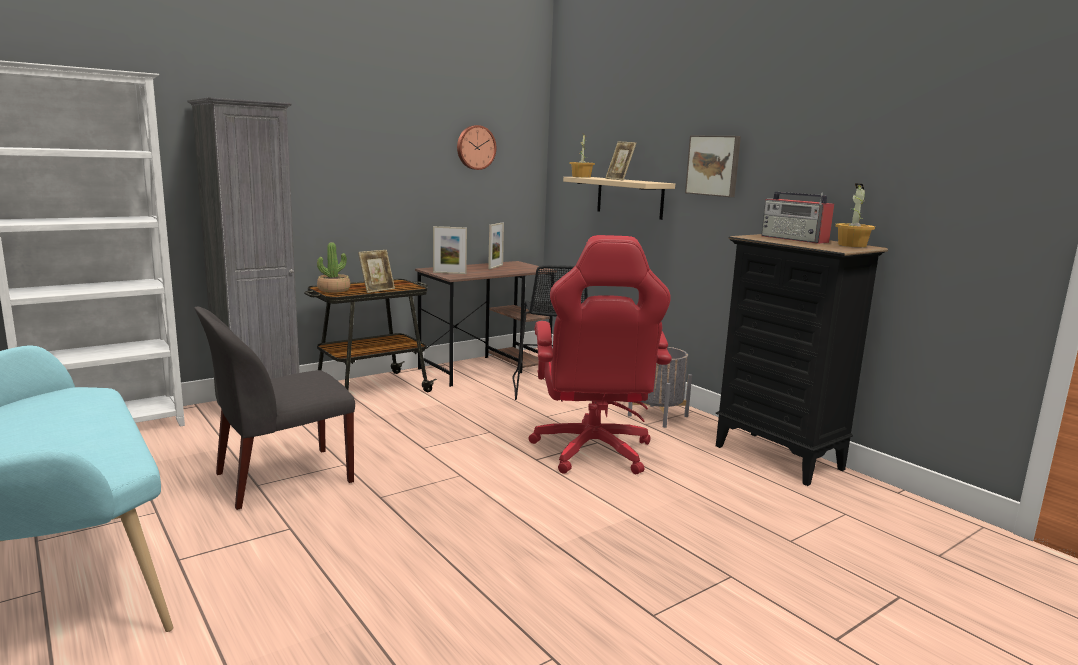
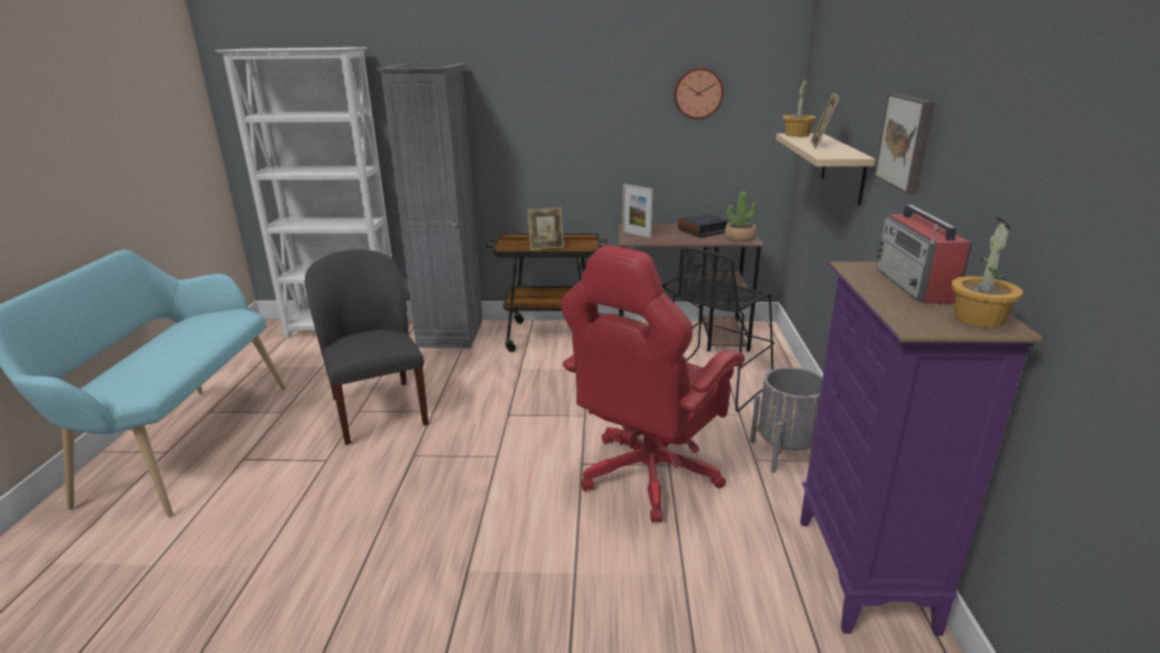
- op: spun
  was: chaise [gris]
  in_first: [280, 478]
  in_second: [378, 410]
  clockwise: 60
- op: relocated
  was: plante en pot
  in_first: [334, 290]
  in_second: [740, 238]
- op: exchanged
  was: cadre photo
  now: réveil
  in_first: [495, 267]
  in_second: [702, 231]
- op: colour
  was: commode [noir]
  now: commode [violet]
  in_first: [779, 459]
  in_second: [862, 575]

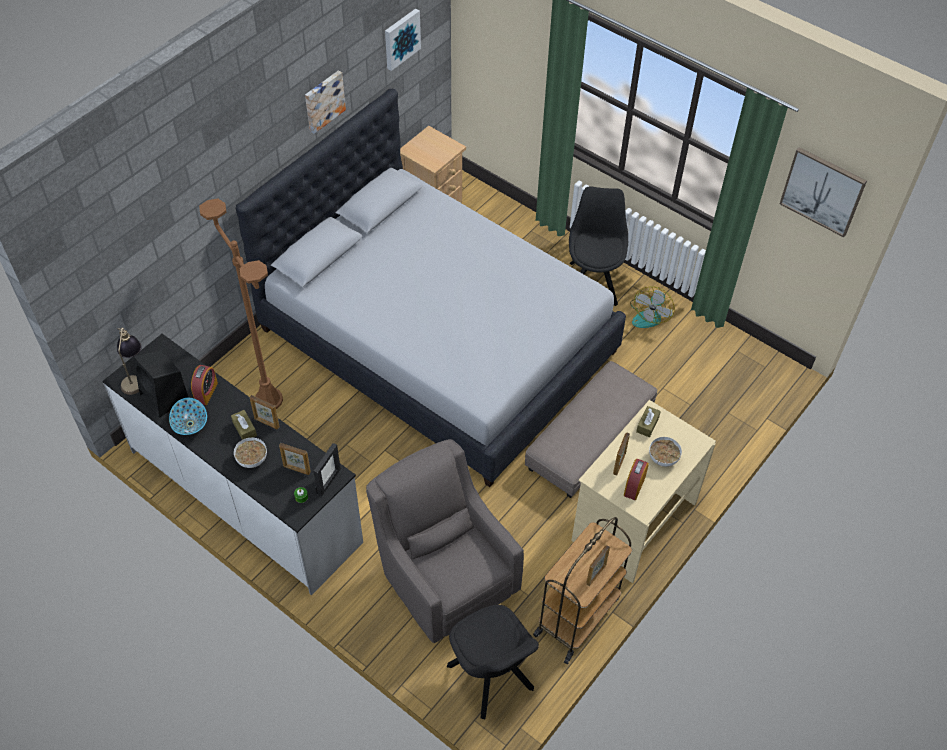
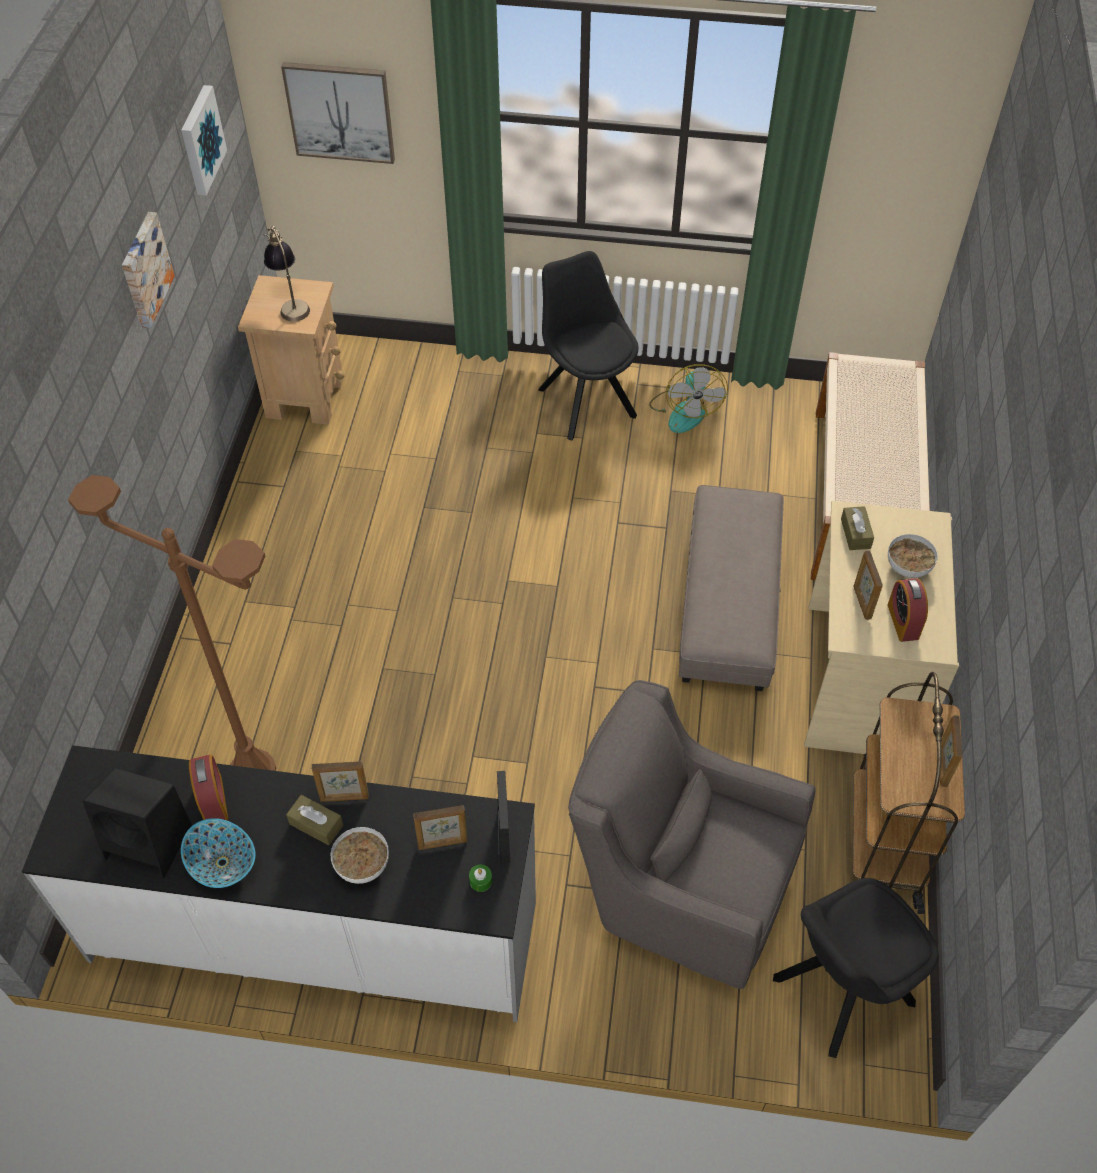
- op: relocated
  was: lampe de table
  in_first: [134, 377]
  in_second: [290, 303]
- op: missing
  was: lit [gris]
  in_first: [438, 340]
- op: spun
  was: chaise [noir]
  in_first: [491, 677]
  in_second: [841, 990]
  clockwise: 120
- op: relocated
  was: tableau
  in_first: [822, 191]
  in_second: [340, 112]
- op: appeared
  now: banc [beige]
  in_second: [862, 496]

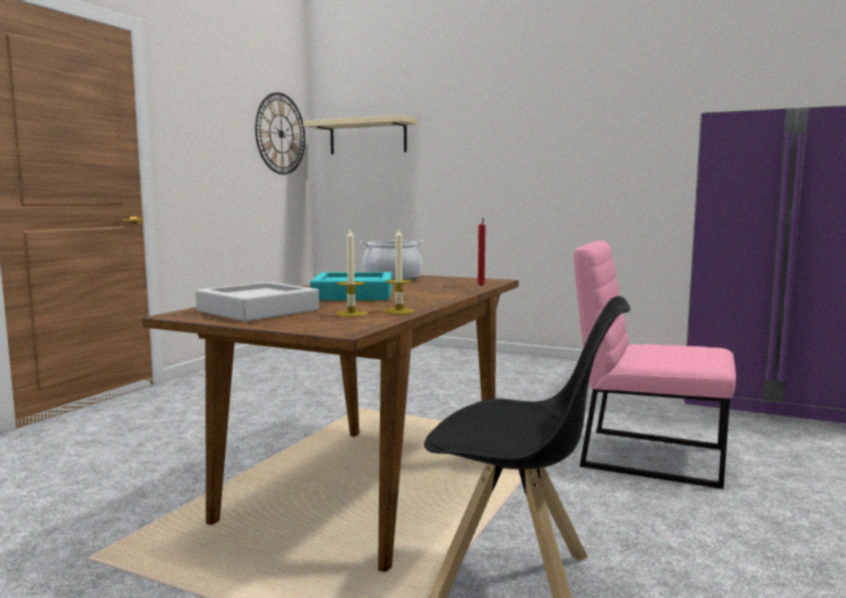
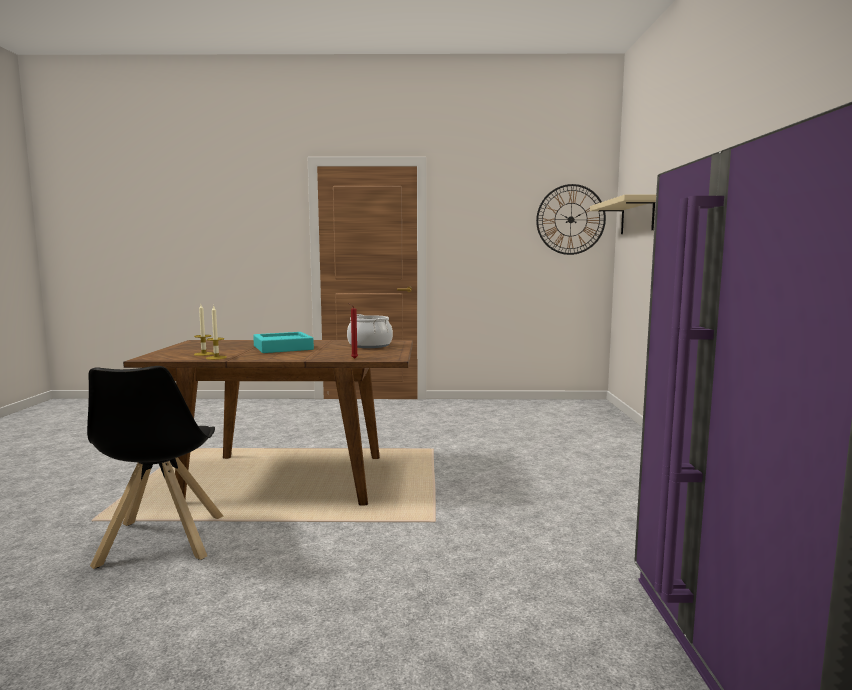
- op: missing
  was: plateau [gris]
  in_first: [258, 310]
- op: missing
  was: chaise [rose]
  in_first: [647, 456]

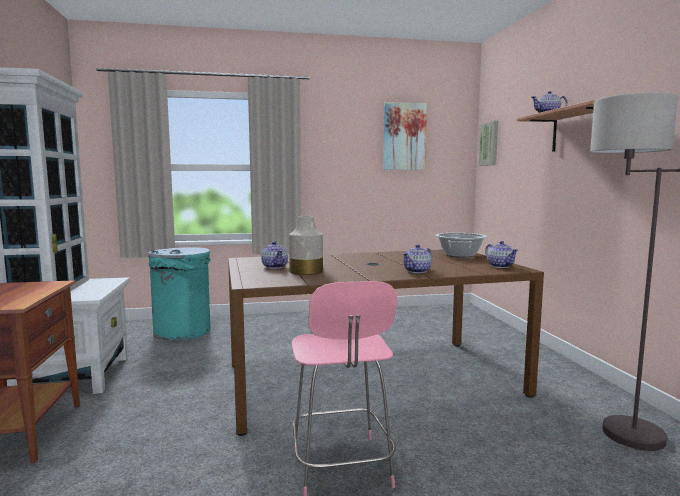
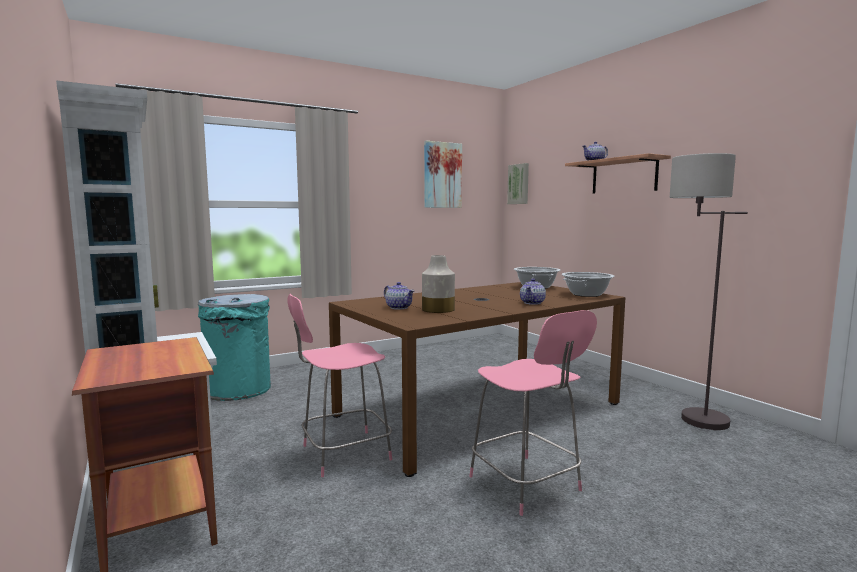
- op: exchanged
  was: théière
  now: marmite
  in_first: [500, 266]
  in_second: [586, 294]
- op: appeared
  now: chaise [rose]
  in_second: [342, 453]

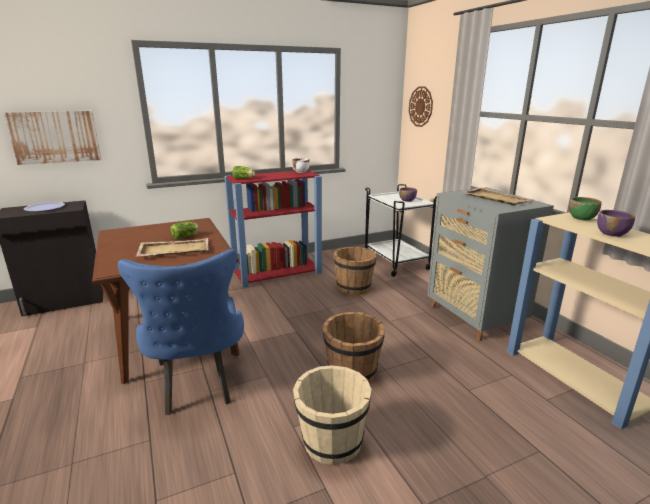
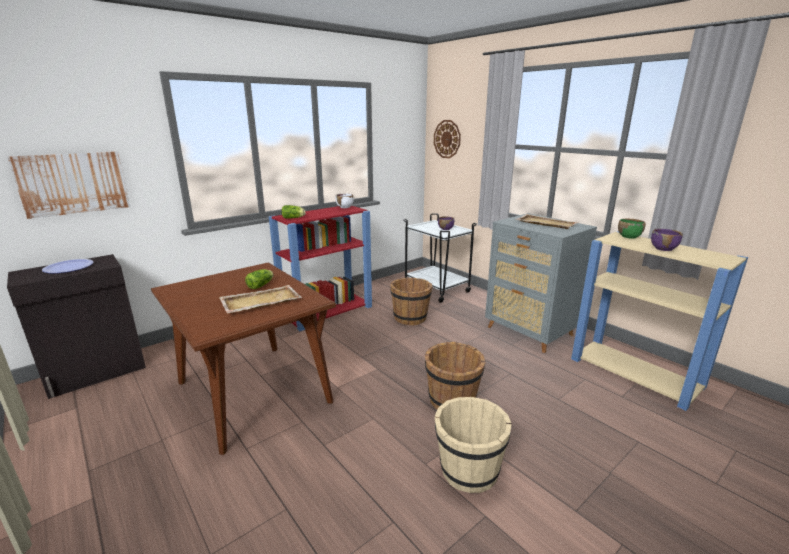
- op: missing
  was: chaise [bleu]
  in_first: [198, 383]

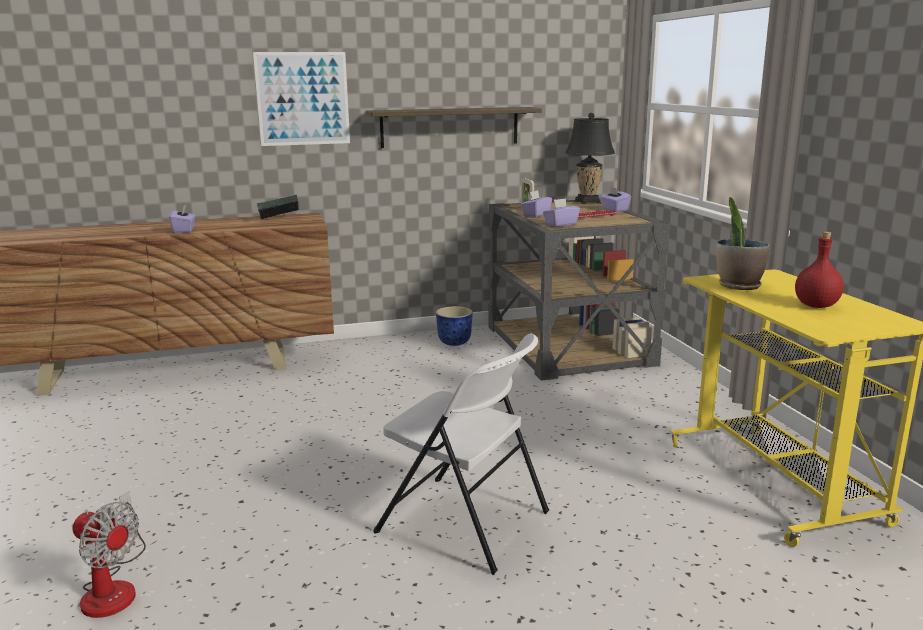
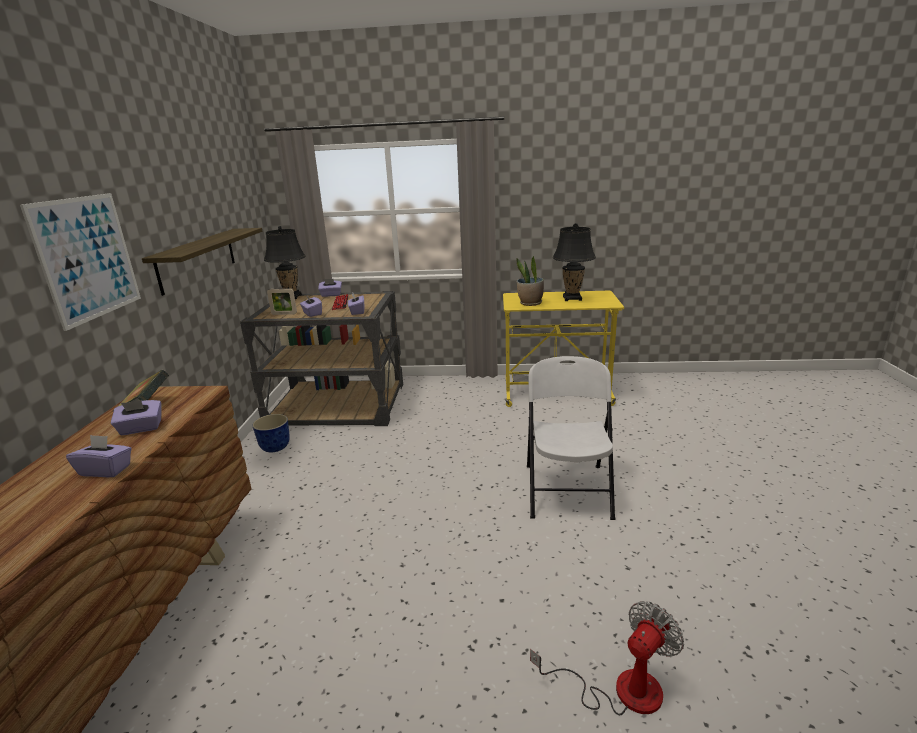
- op: spun
  was: chaise [blanc]
  in_first: [463, 522]
  in_second: [567, 491]
  clockwise: -45
- op: exchanged
  was: bouteille [rouge]
  now: lampe de table [noir]
  in_first: [817, 306]
  in_second: [572, 298]
- op: appeared
  now: boîte à mouchoirs [violet]
  in_second: [141, 428]

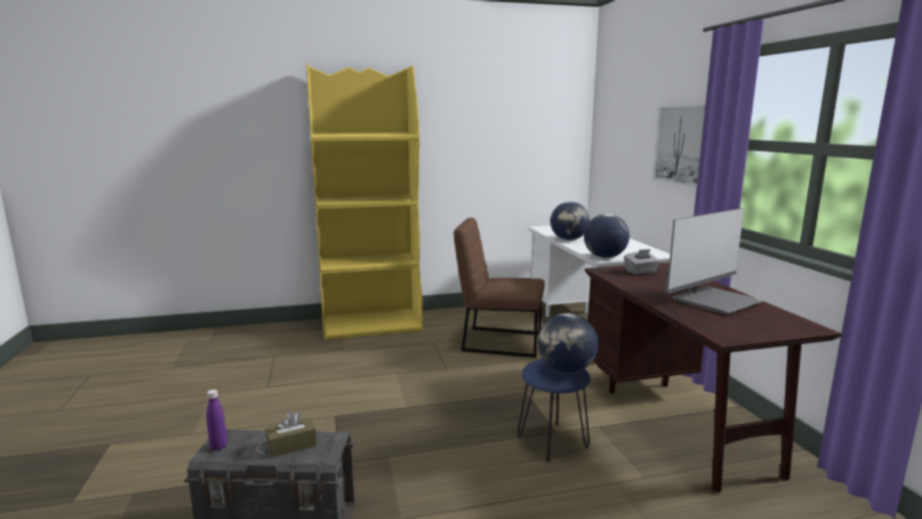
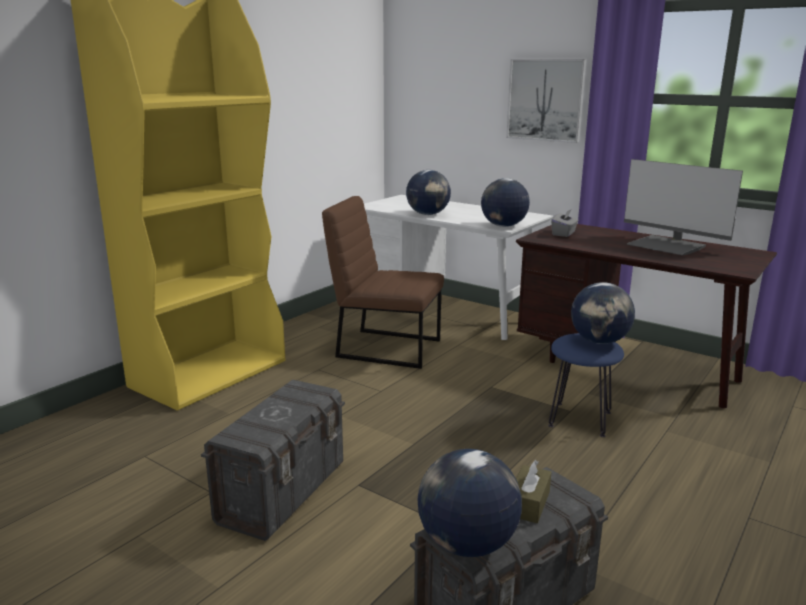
- op: exchanged
  was: bouteille [violet]
  now: globe
  in_first: [219, 447]
  in_second: [466, 544]
- op: spun
  was: chaise [marron]
  in_first: [499, 341]
  in_second: [386, 347]
  clockwise: 45
- op: spun
  was: écran d'ordinateur
  in_first: [714, 301]
  in_second: [667, 246]
  clockwise: 120
- op: appeared
  now: boîte de rangement [gris]
  in_second: [283, 492]

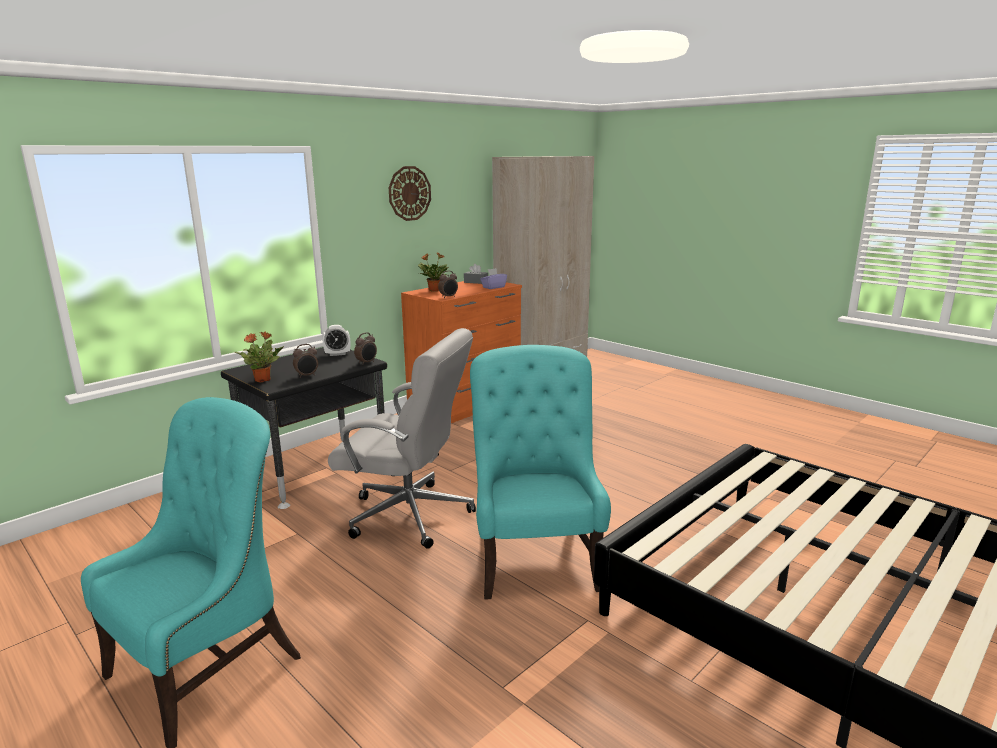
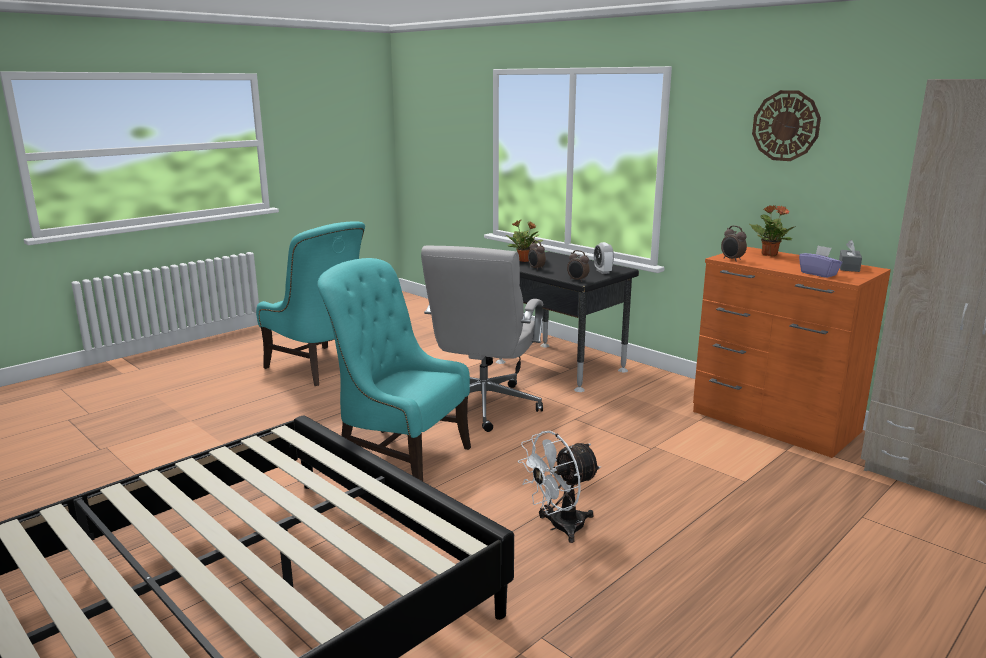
- op: spun
  was: chaise [turquoise]
  in_first: [534, 559]
  in_second: [399, 458]
  clockwise: -150
- op: appeared
  now: ventilateur [blanc]
  in_second: [559, 527]

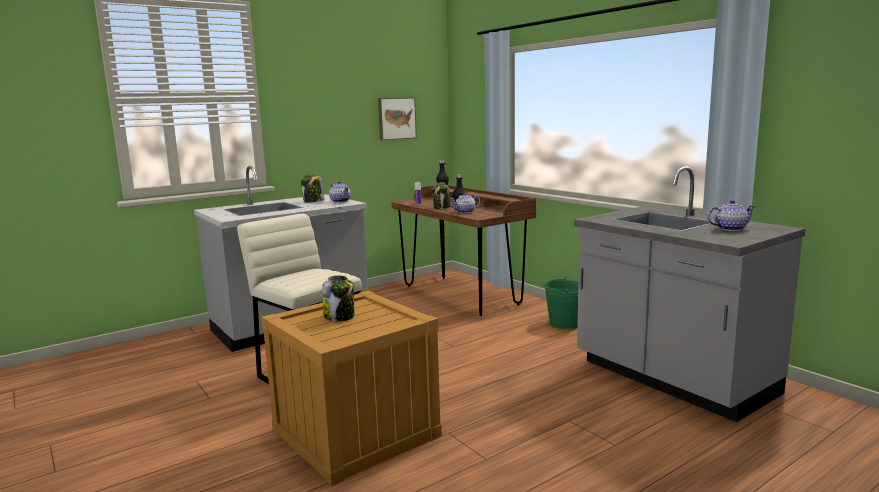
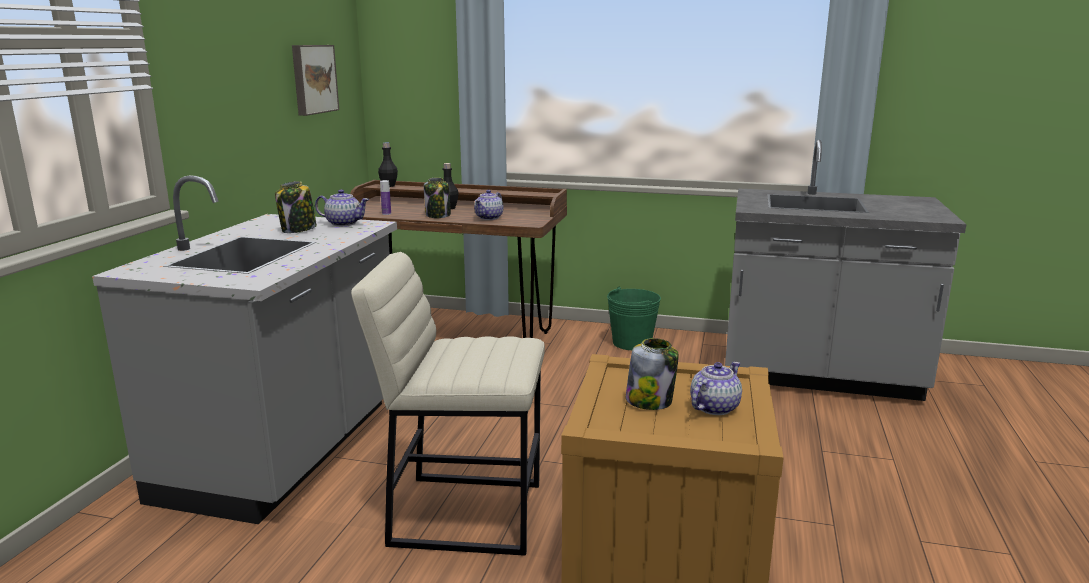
- op: relocated
  was: théière
  in_first: [729, 228]
  in_second: [713, 407]

